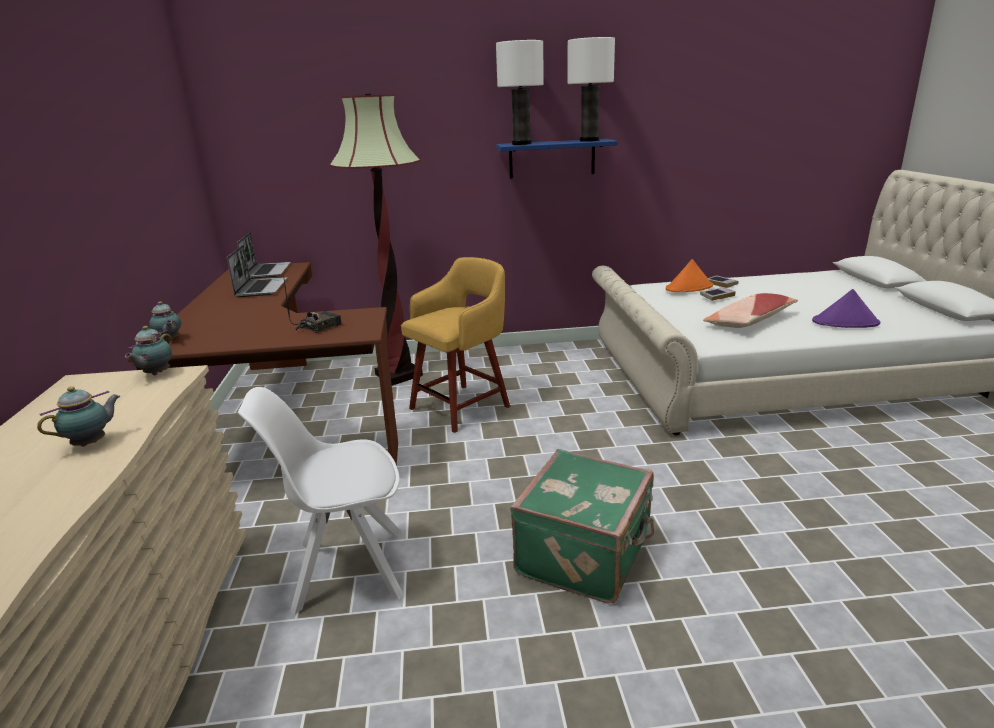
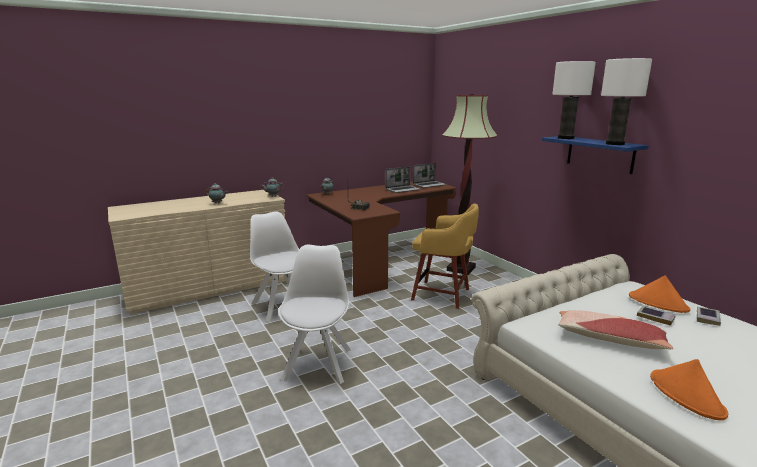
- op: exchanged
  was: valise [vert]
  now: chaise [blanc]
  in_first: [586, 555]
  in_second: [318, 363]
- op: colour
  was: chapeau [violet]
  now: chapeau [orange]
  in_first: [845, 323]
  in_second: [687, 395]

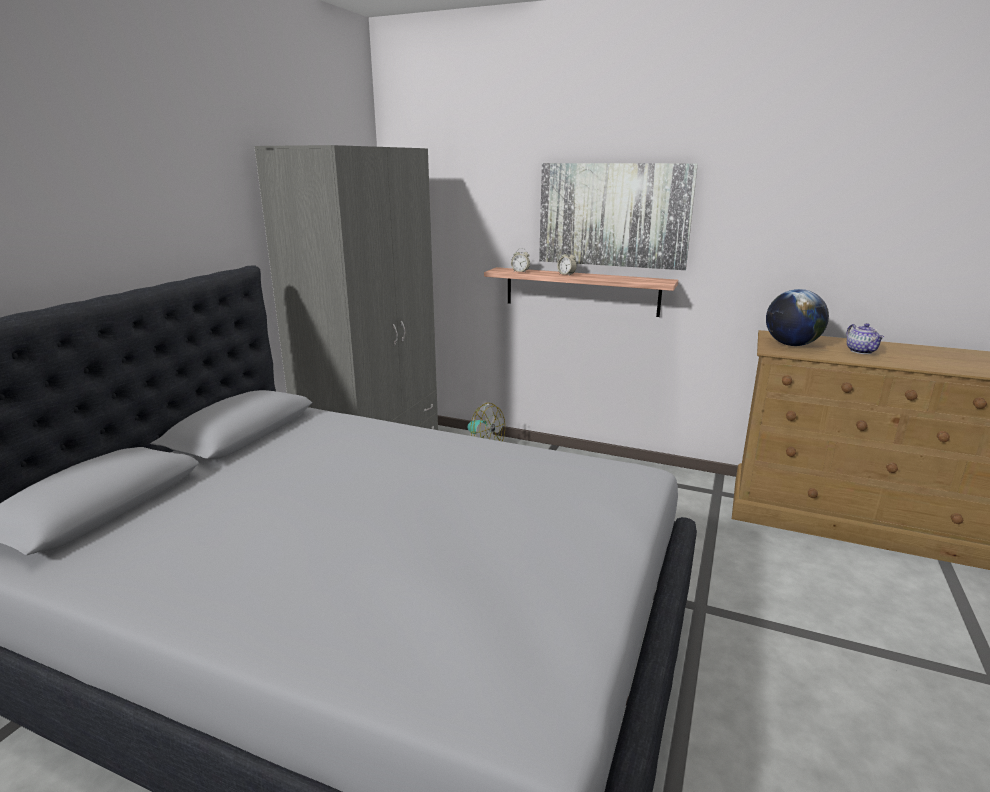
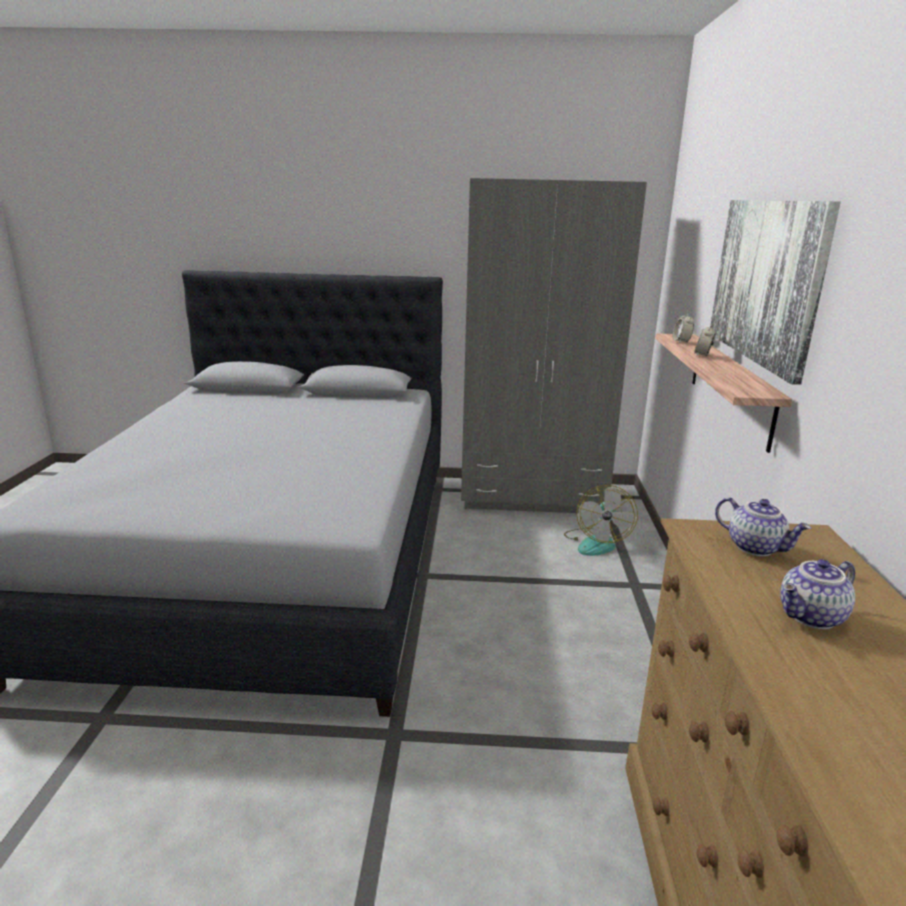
- op: exchanged
  was: globe
  now: théière
  in_first: [791, 345]
  in_second: [755, 547]

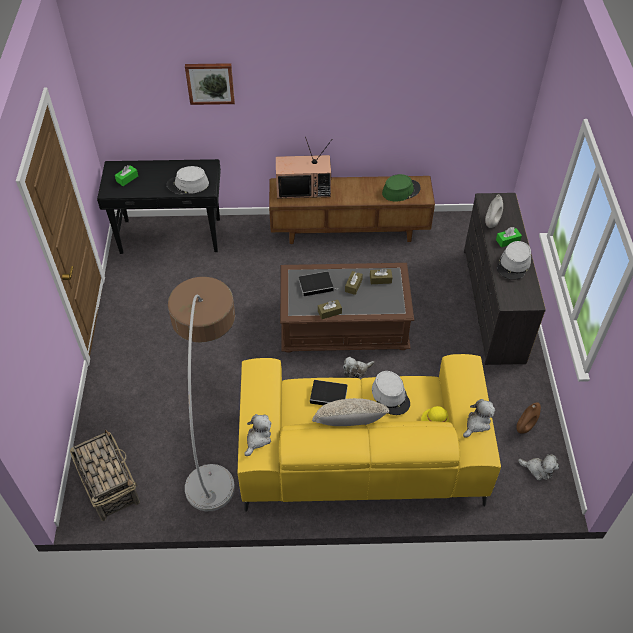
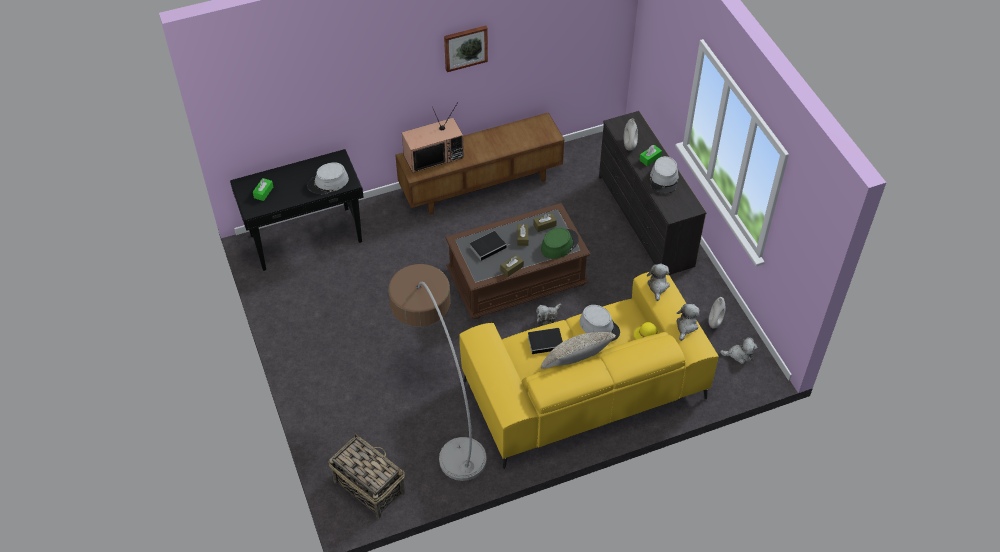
- op: relocated
  was: tableau
  in_first: [210, 83]
  in_second: [465, 47]
- op: relocated
  was: peluche
  in_first: [258, 439]
  in_second: [657, 286]
- op: relocated
  was: chapeau [vert]
  in_first: [401, 191]
  in_second: [559, 244]
- op: colour
  was: vase [marron]
  now: vase [blanc]
  in_first: [525, 426]
  in_second: [715, 322]

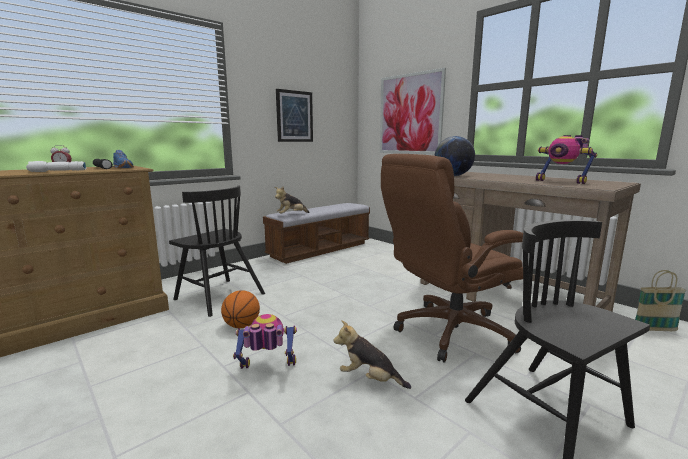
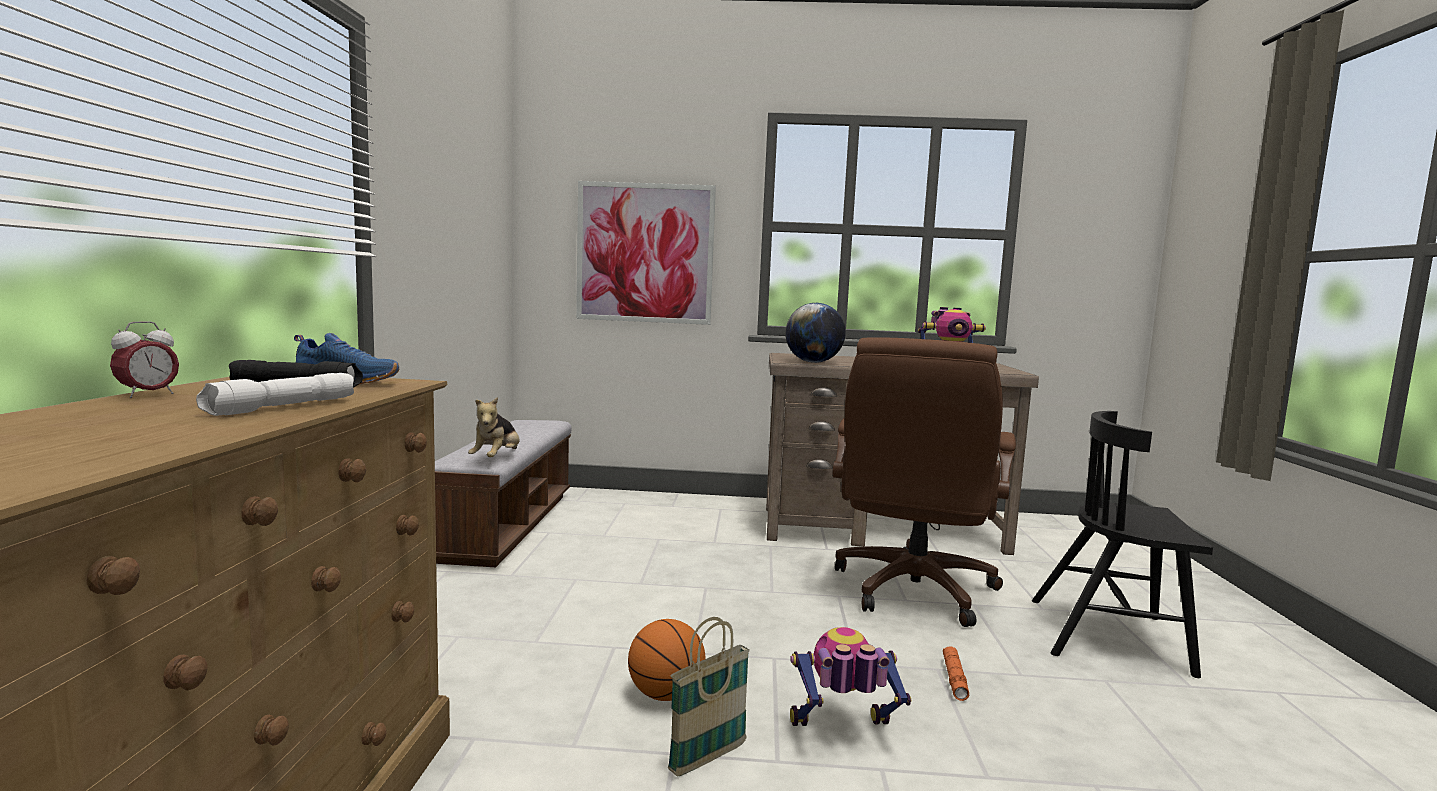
- op: missing
  was: chaise [noir]
  in_first: [217, 295]
- op: spun
  was: robot jouet
  in_first: [267, 370]
  in_second: [842, 731]
  clockwise: 45
- op: missing
  was: tableau
  in_first: [294, 116]
- op: exchanged
  was: peluche
  now: lampe de poche [orange]
  in_first: [369, 379]
  in_second: [954, 678]
- op: relocated
  was: panier
  in_first: [654, 329]
  in_second: [708, 758]

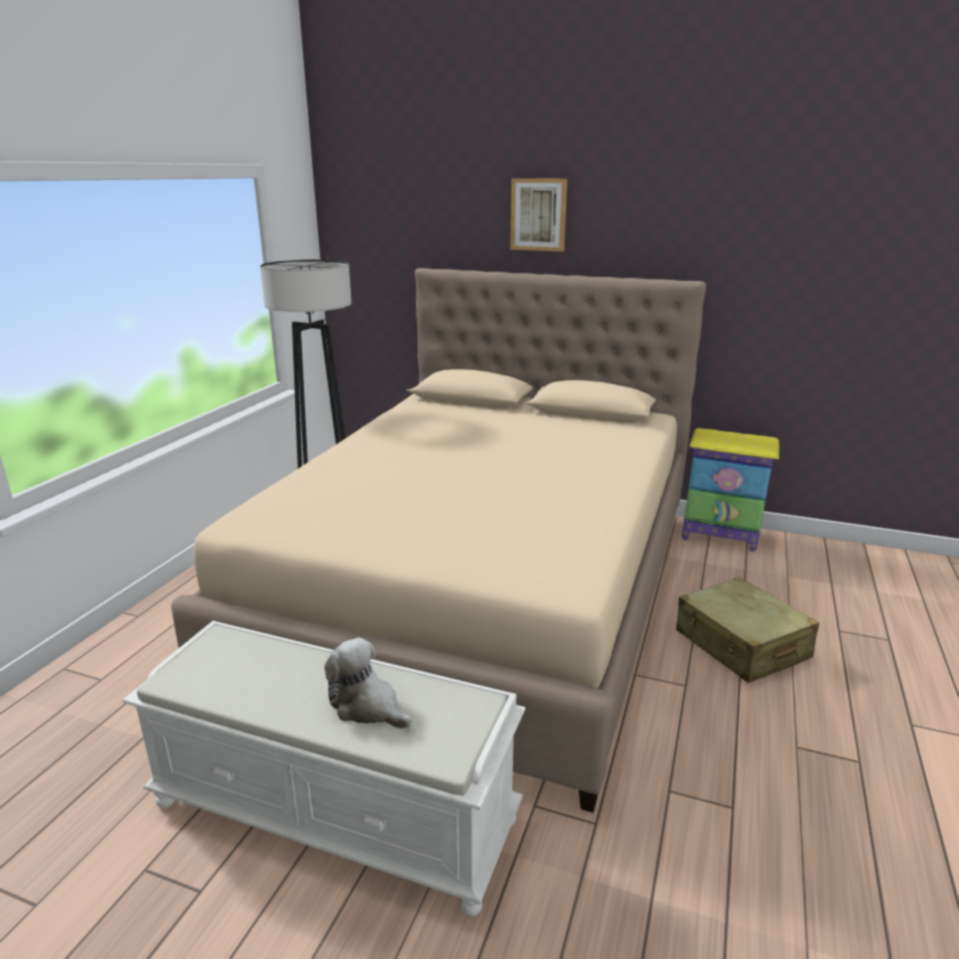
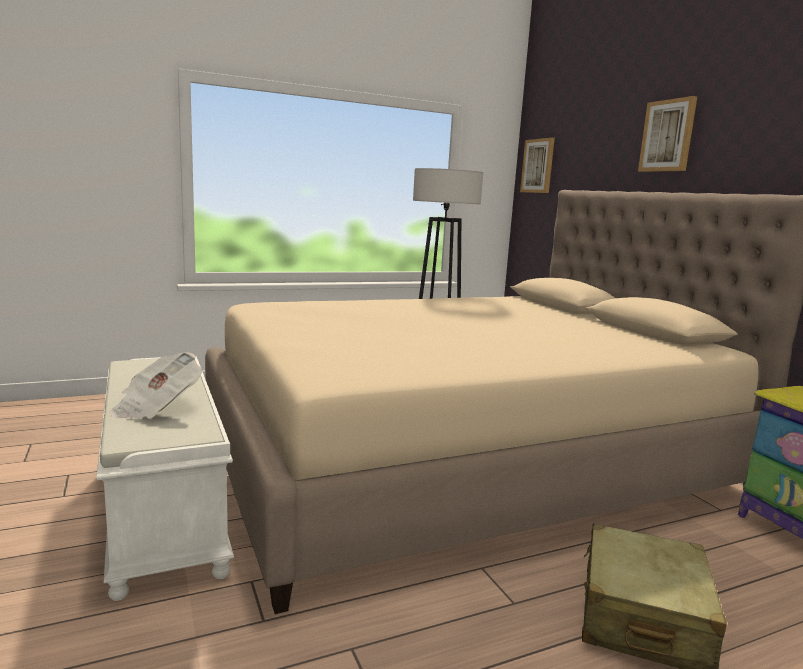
- op: exchanged
  was: peluche
  now: journal
  in_first: [367, 706]
  in_second: [156, 407]
- op: appeared
  now: tableau
  in_second: [538, 166]

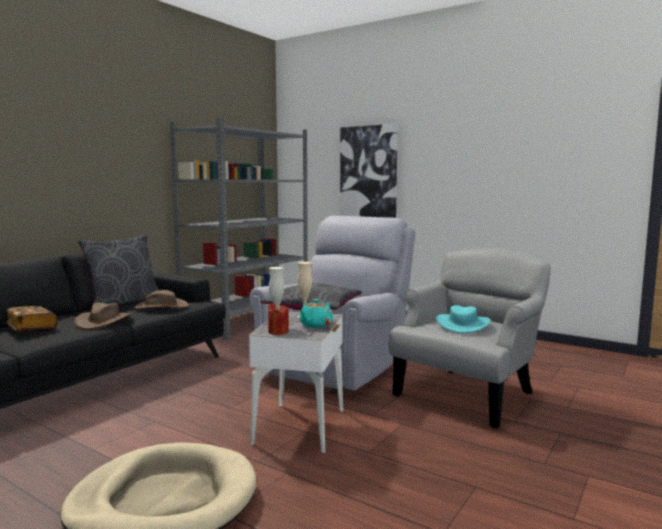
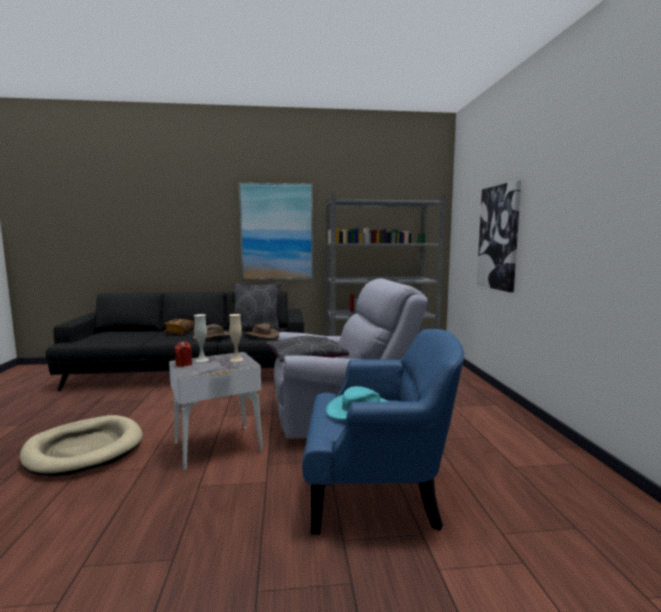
- op: missing
  was: théière [turquoise]
  in_first: [315, 325]
- op: colour
  was: fauteuil [gris]
  now: fauteuil [bleu]
  in_first: [468, 393]
  in_second: [377, 491]
- op: appeared
  now: tableau
  in_second: [277, 232]

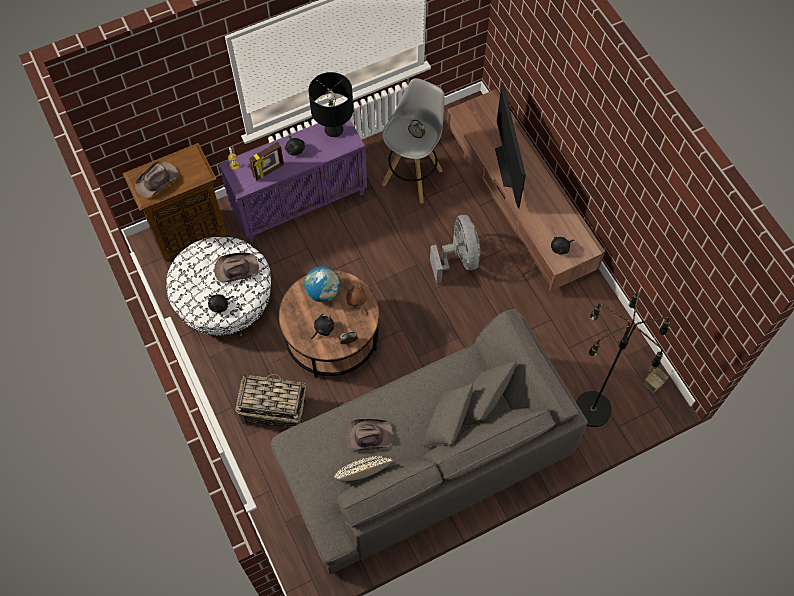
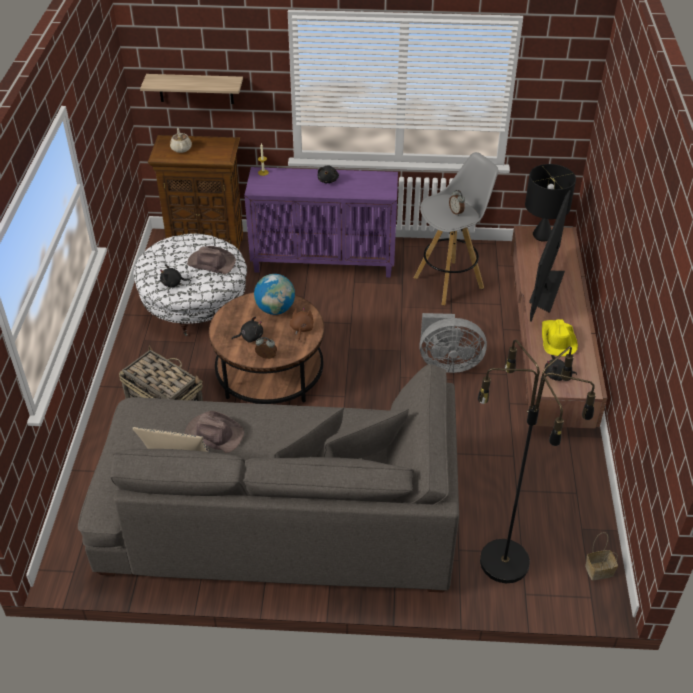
- op: exchanged
  was: chapeau [marron]
  now: théière [beige]
  in_first: [157, 180]
  in_second: [181, 148]
- op: missing
  was: cadre photo
  in_first: [269, 171]
- op: relocated
  was: lampe de table [noir]
  in_first: [334, 130]
  in_second: [542, 236]
- op: spun
  was: ventilateur [gris]
  in_first: [458, 259]
  in_second: [447, 363]
  clockwise: 75
- op: appeared
  now: étagère
  in_second: [196, 88]
- op: appeared
  now: chapeau [jaune]
  in_second: [557, 339]

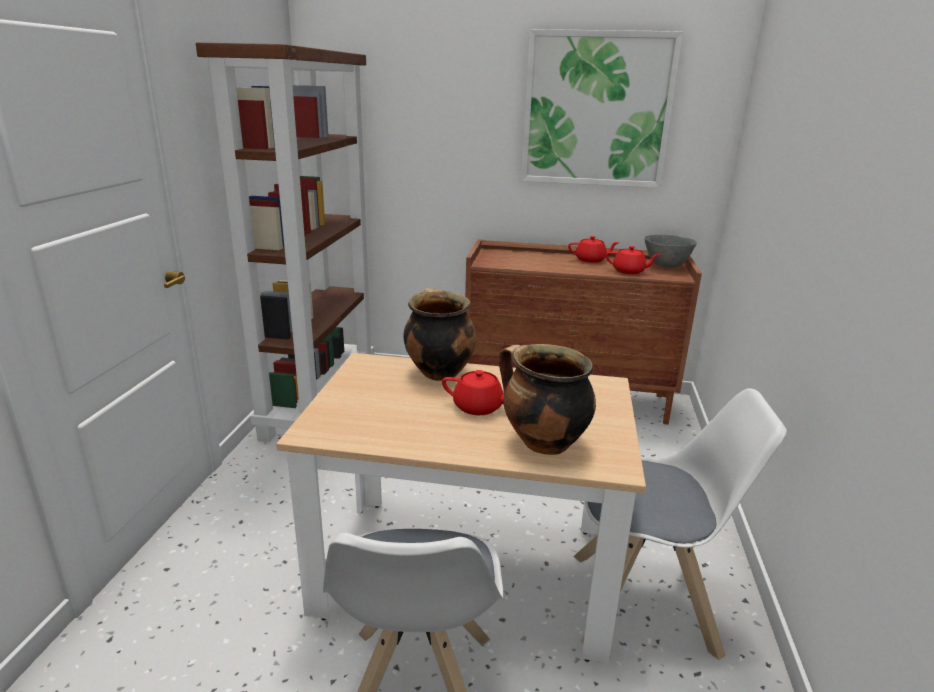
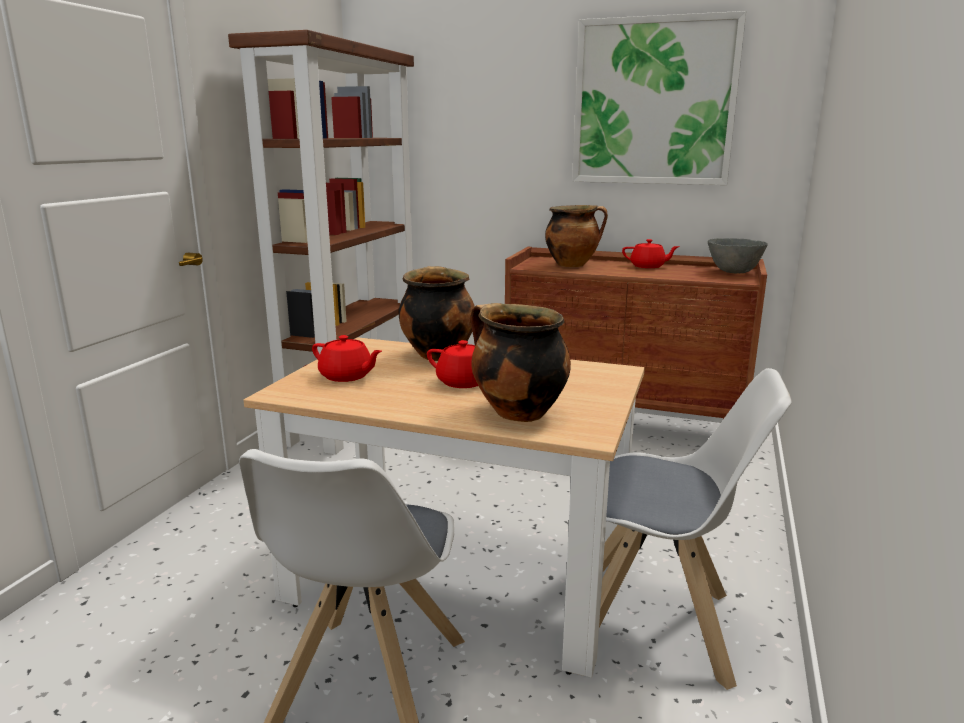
- op: relocated
  was: théière [rouge]
  in_first: [629, 271]
  in_second: [347, 376]
- op: appeared
  now: marmite
  in_second: [573, 265]

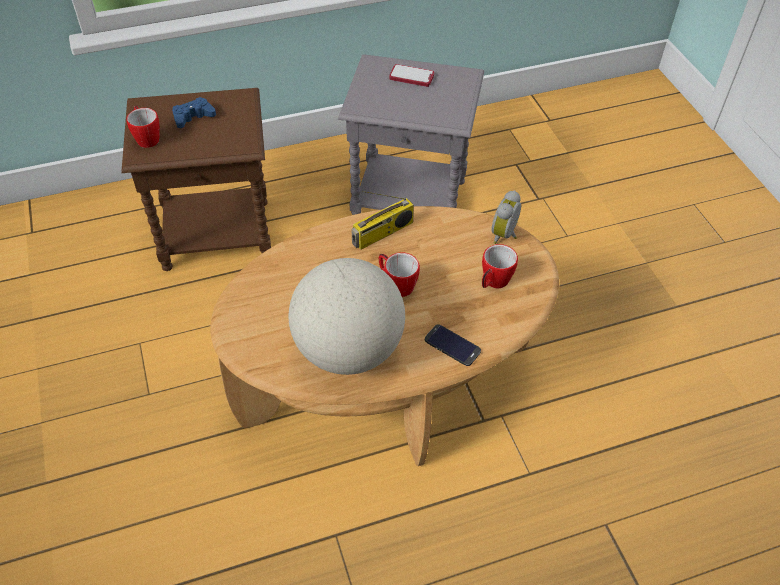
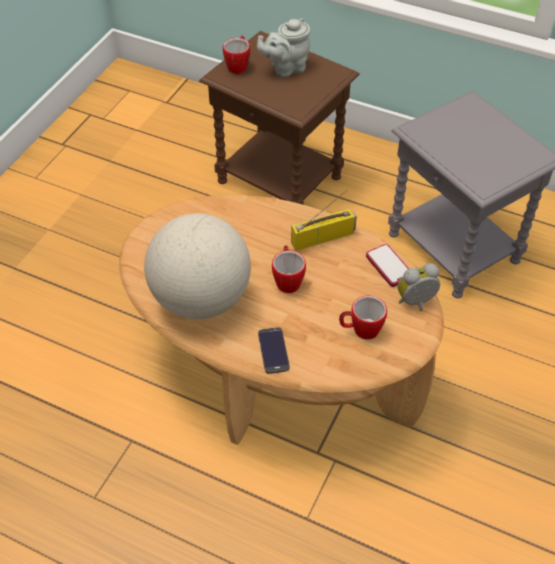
- op: exchanged
  was: manette [bleu]
  now: théière [gris]
  in_first: [193, 117]
  in_second: [286, 68]
- op: spun
  was: radio
  in_first: [382, 233]
  in_second: [323, 237]
  clockwise: 150
- op: relocated
  was: téléphone
  in_first: [411, 77]
  in_second: [389, 266]

